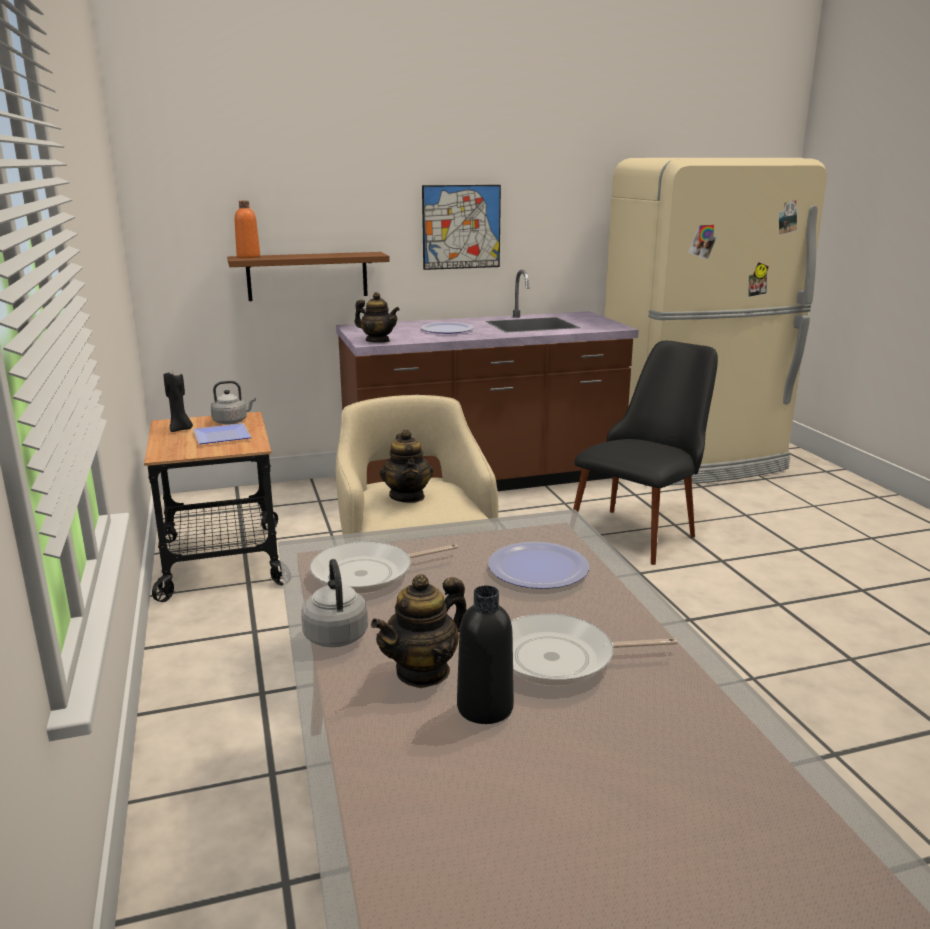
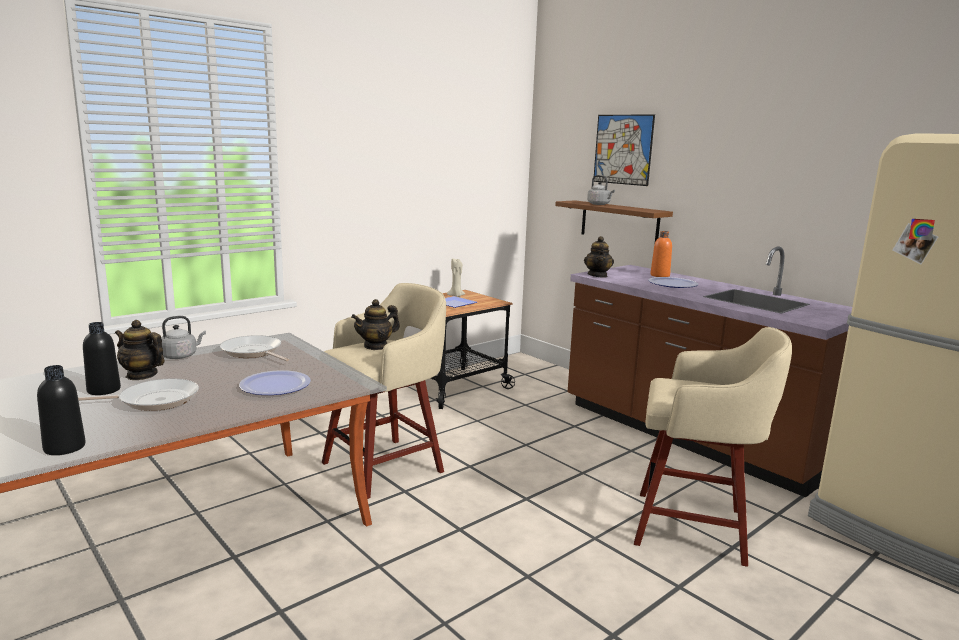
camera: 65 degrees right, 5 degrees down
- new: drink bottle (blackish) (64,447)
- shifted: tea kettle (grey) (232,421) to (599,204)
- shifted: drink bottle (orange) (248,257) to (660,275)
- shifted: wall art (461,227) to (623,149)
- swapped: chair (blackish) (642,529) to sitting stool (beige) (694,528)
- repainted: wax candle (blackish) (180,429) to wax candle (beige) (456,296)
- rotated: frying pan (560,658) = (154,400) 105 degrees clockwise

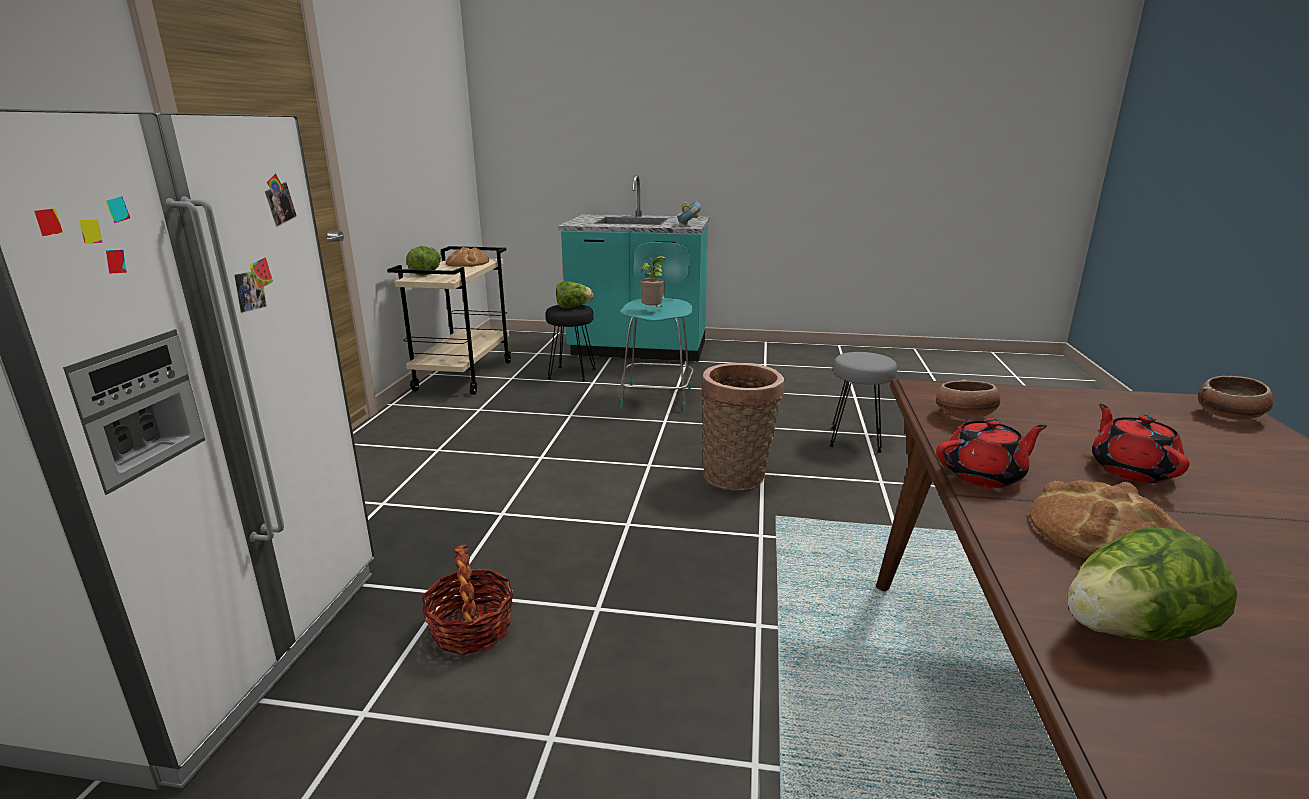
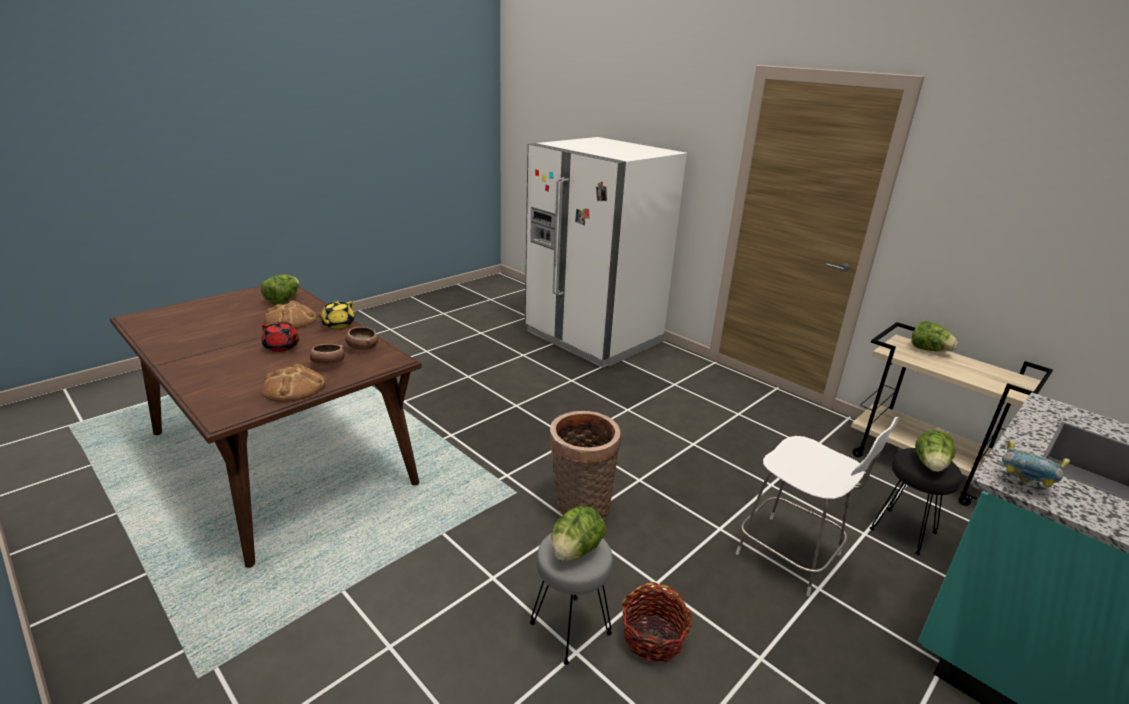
camera: 125 degrees right, 5 degrees up
- gone: houseplant (653,310)
- new: lettuce (575,551)
- shifted: storage basket (471,629) to (653,637)
- shifted: bakery bread (467,263) to (294,387)
- shifted: deep dish (1229,416) to (328,365)
- repainted: sitting stool (turquoise-coloured) (657,397) to sitting stool (white) (792,556)
- repainted: teapot (red) (984,475) to teapot (yellow) (338,324)

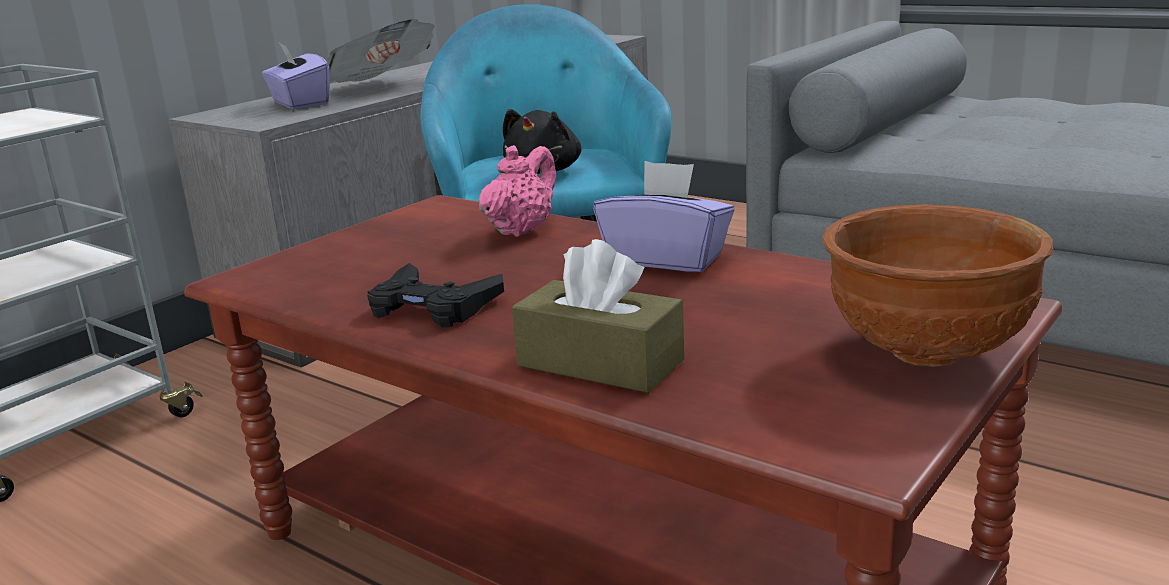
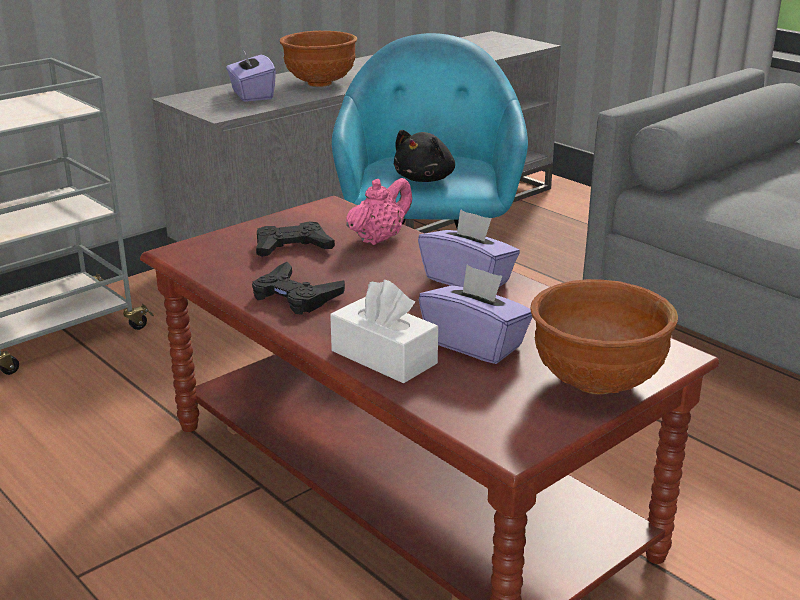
camera: 10 degrees right, 5 degrees up
- new: game controller (blackish) (292,247)
- new: tissue holder (purple-coloured) (475,344)
- swapped: printed paper (382,87) to deep dish (brown-coloured) (319,83)
- repainted: tissue holder (brown-coloured) (600,363) to tissue holder (white) (384,357)

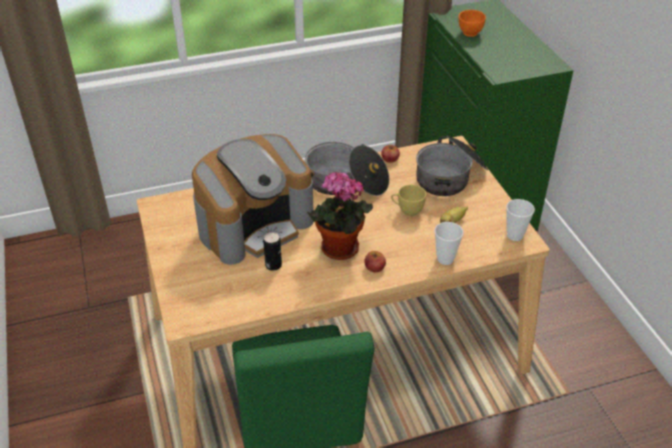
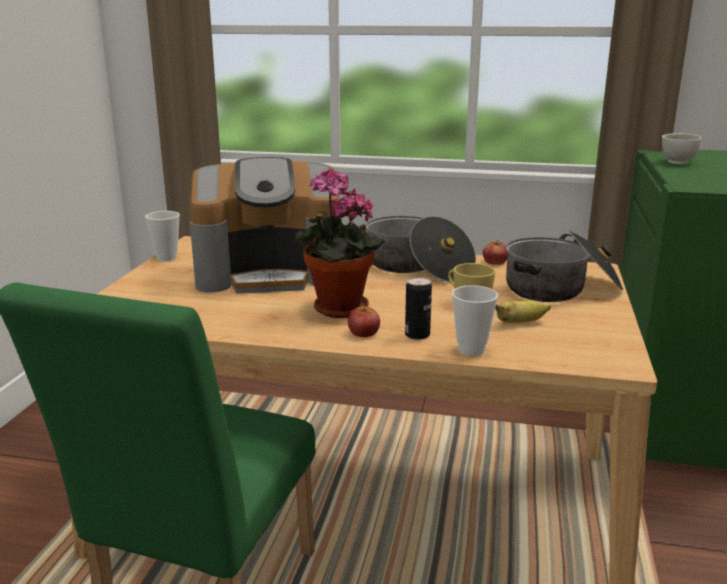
camera: 30 degrees right, 20 degrees down
- shifted: sealed can (273,265) to (417,335)
- shifted: cup (515,235) to (166,258)
- repainted: deep dish (orange) (470,33) to deep dish (white) (677,162)

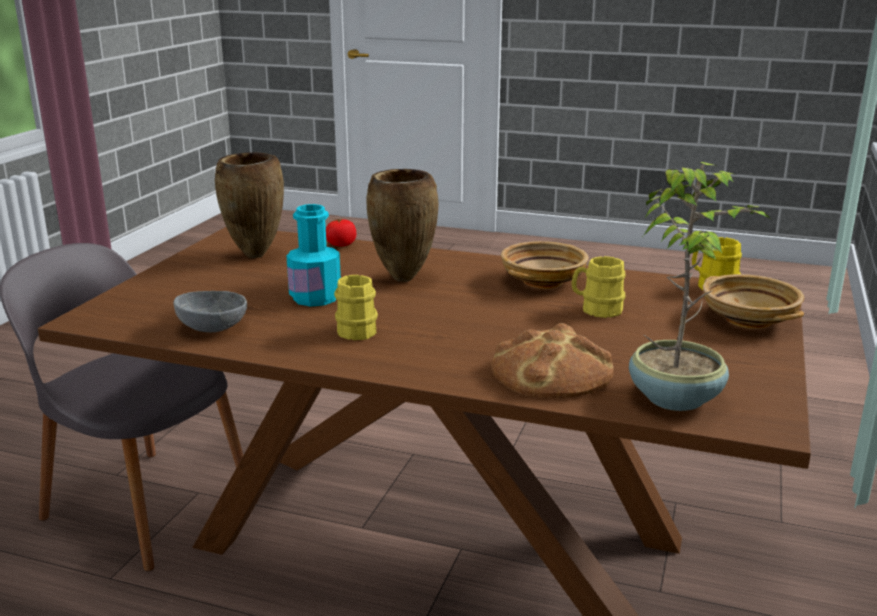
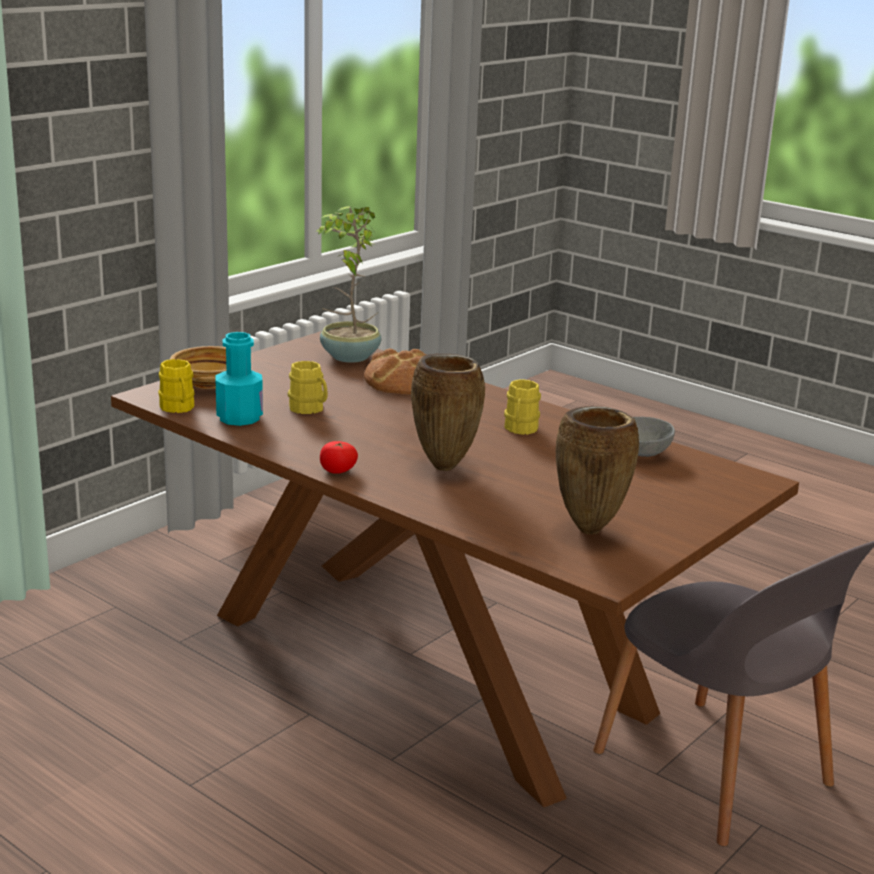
camera: 160 degrees left, 0 degrees up
- gone: deep dish (beige) (543,281)
- shifted: drink bottle (turquoise-coloured) (315,298) to (239,418)
- shifted: tomato (341,245) to (338,471)

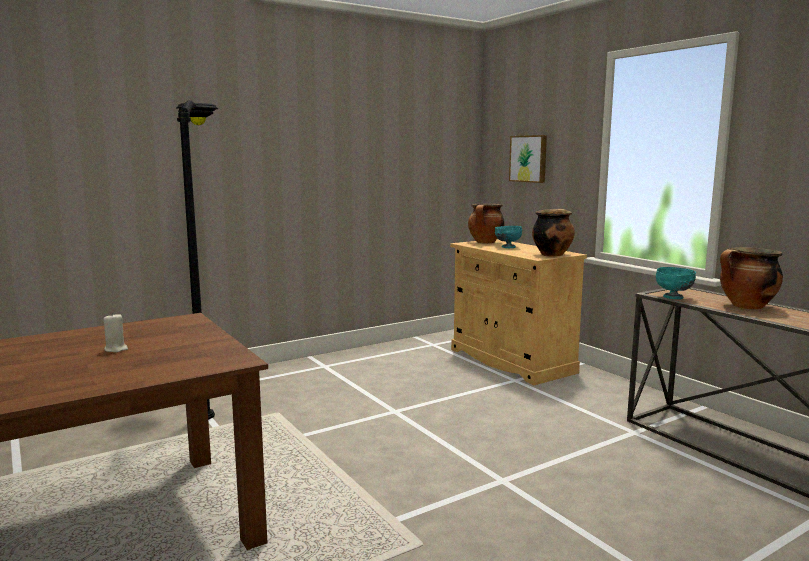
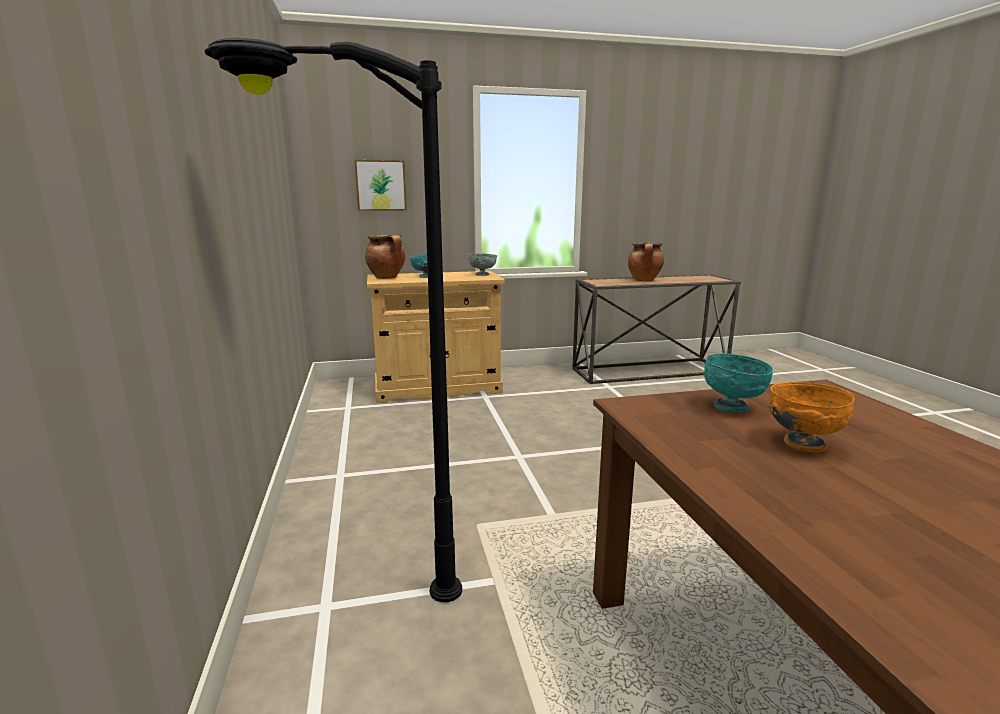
camera: 70 degrees left, 5 degrees up
- shifted: deep dish (turquoise-coloured) (673,297) to (732,406)
- swapped: wax candle (beige) (116,349) to deep dish (orange) (802,444)
- swapped: cooking pot (552,254) to deep dish (grey) (482,274)

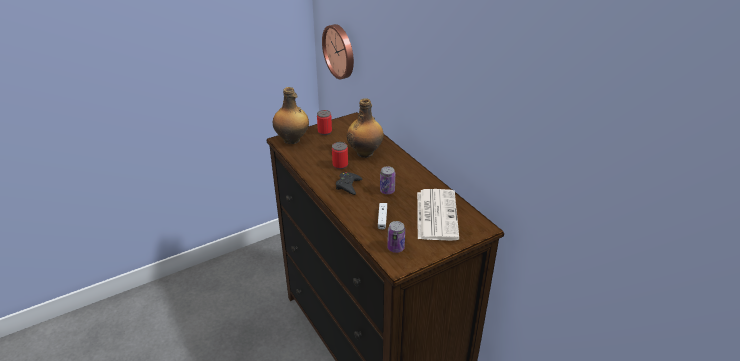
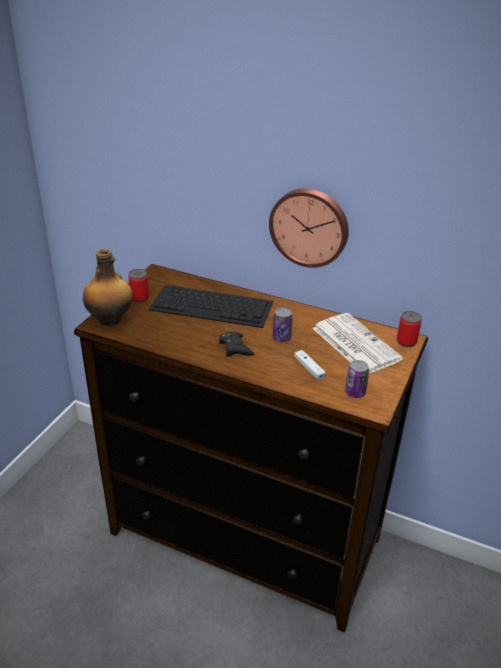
camera: 35 degrees left, 0 degrees up
- shifted: wall clock (340,51) to (309,226)
- shifted: sealed can (340,165) to (406,341)
- swapped: drink bottle (365,152) to computer keyboard (213,305)

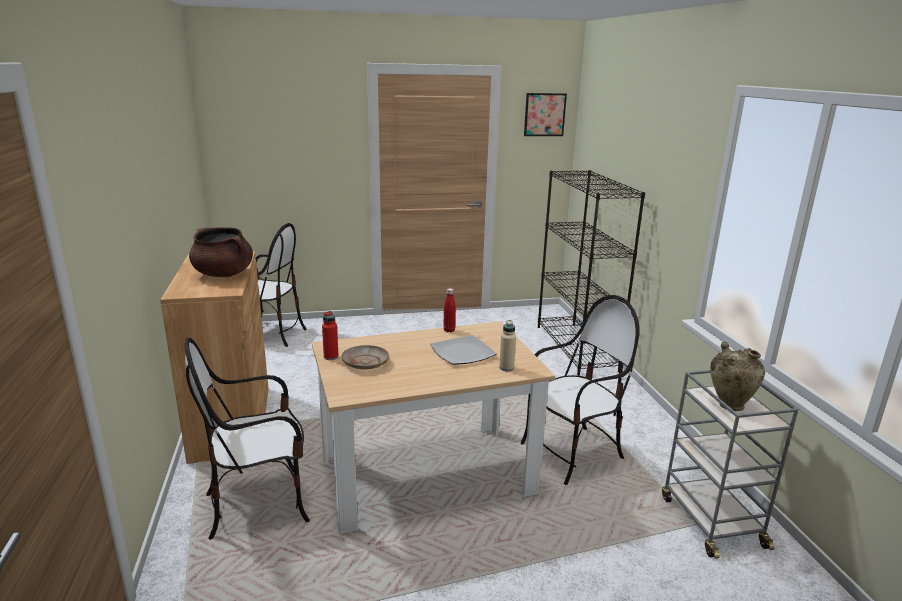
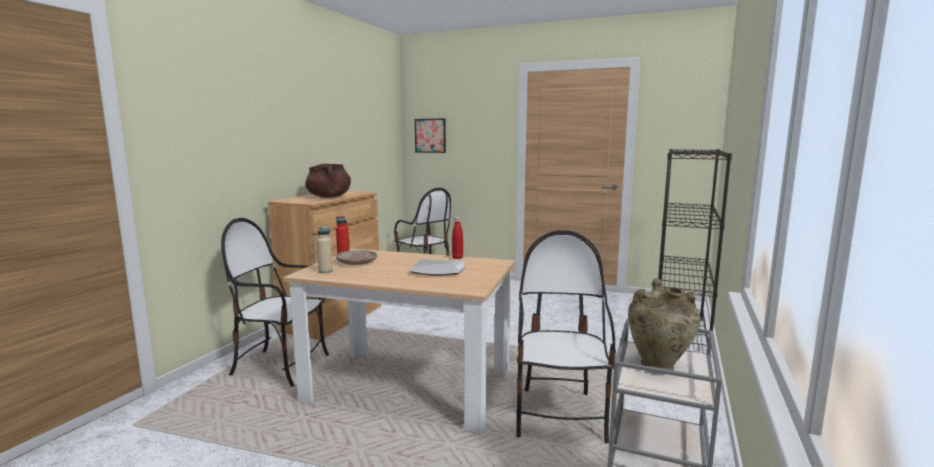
camera: 35 degrees right, 10 degrees down
- shifted: drink bottle (beige) (506,368) to (325,271)
- shifted: wall art (544,114) to (430,135)
- rotated: chair (572,454) = (559,416) 90 degrees counterclockwise

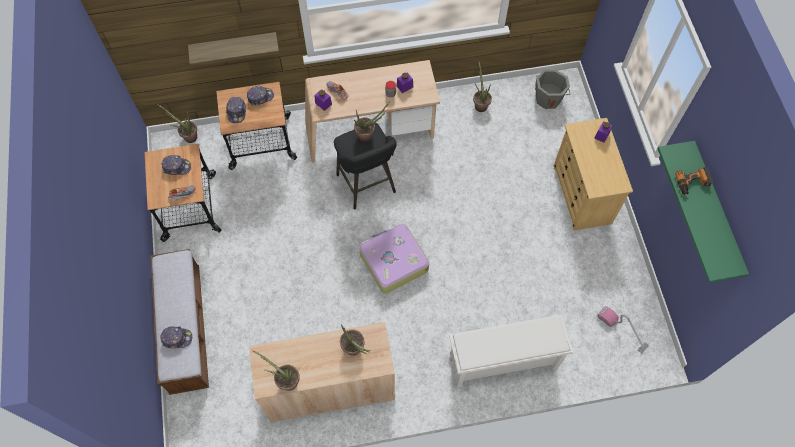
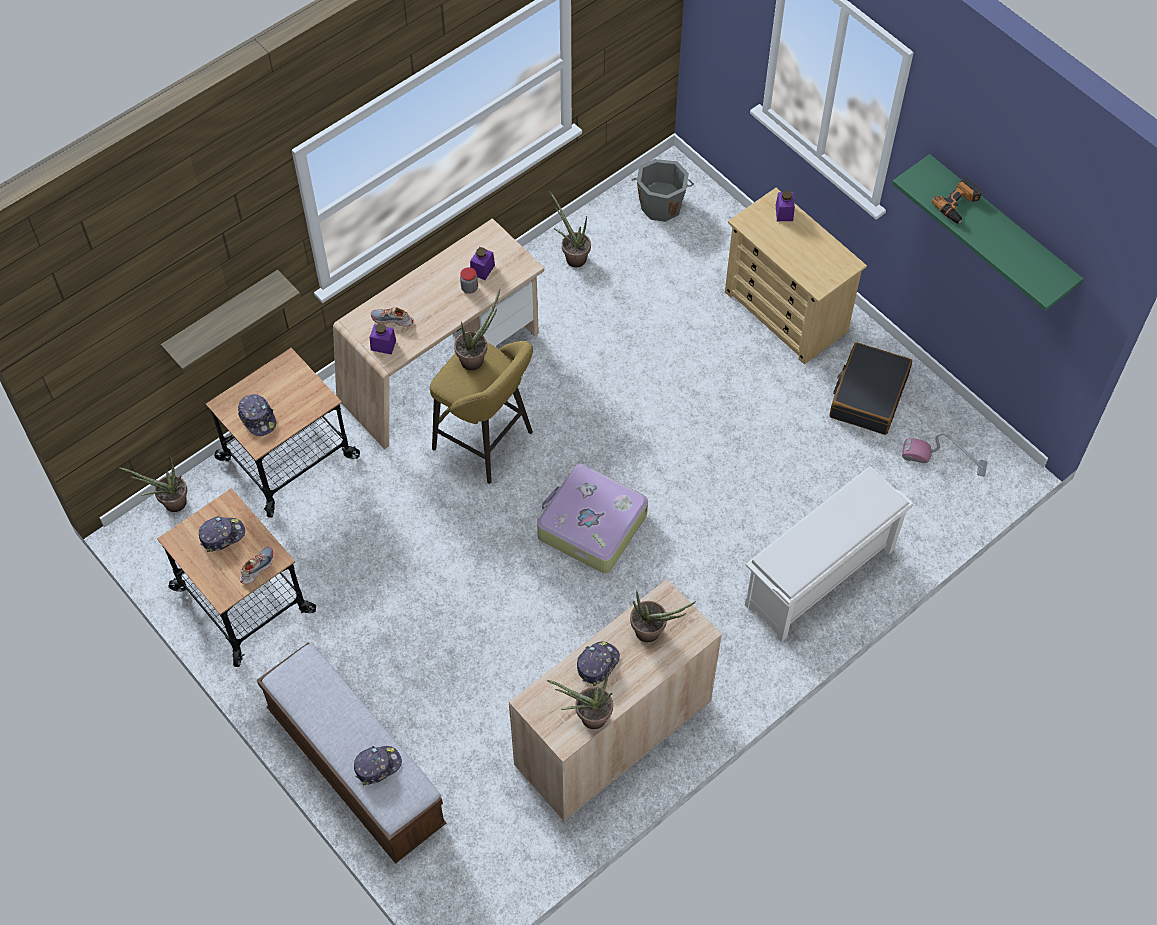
camera: 30 degrees left, 5 degrees down
- new: travel case (blackish) (868,396)
- shifted: cap (260,97) to (597,664)
- repainted: sitting stool (blackish) (367,186) to sitting stool (yellow) (487,443)

